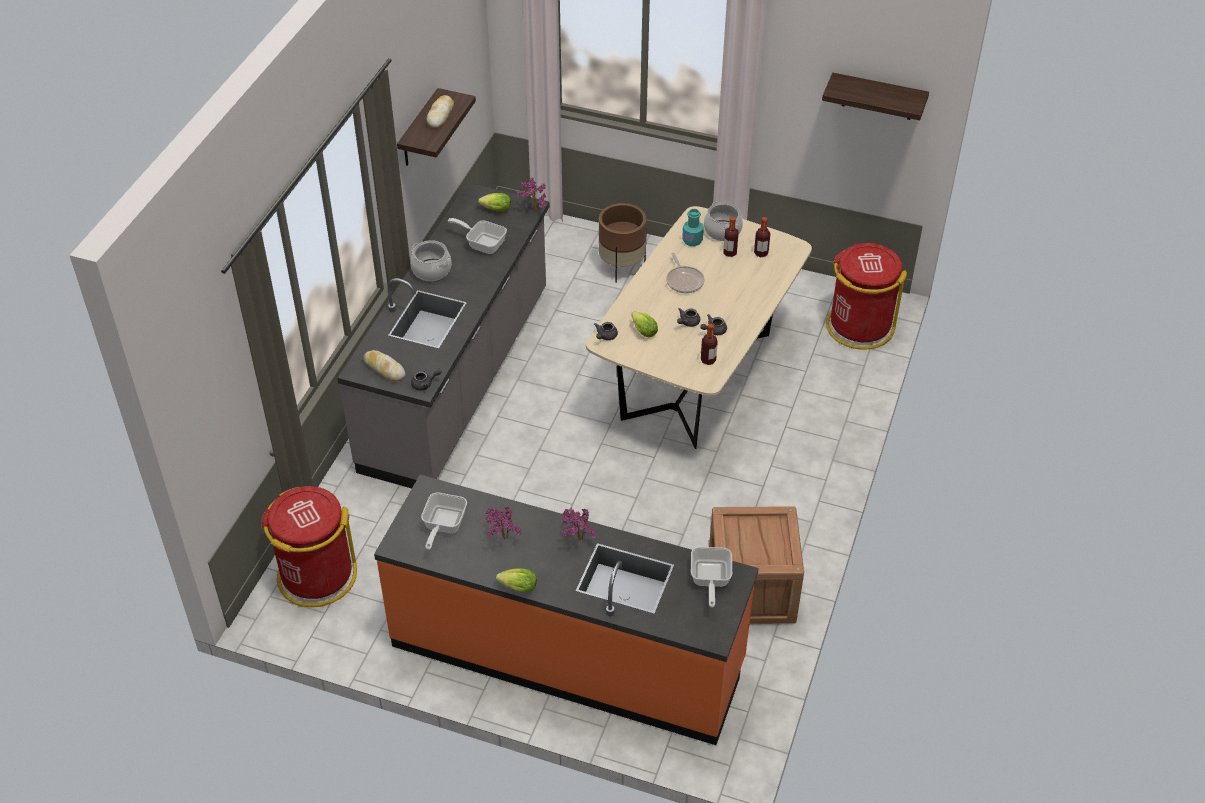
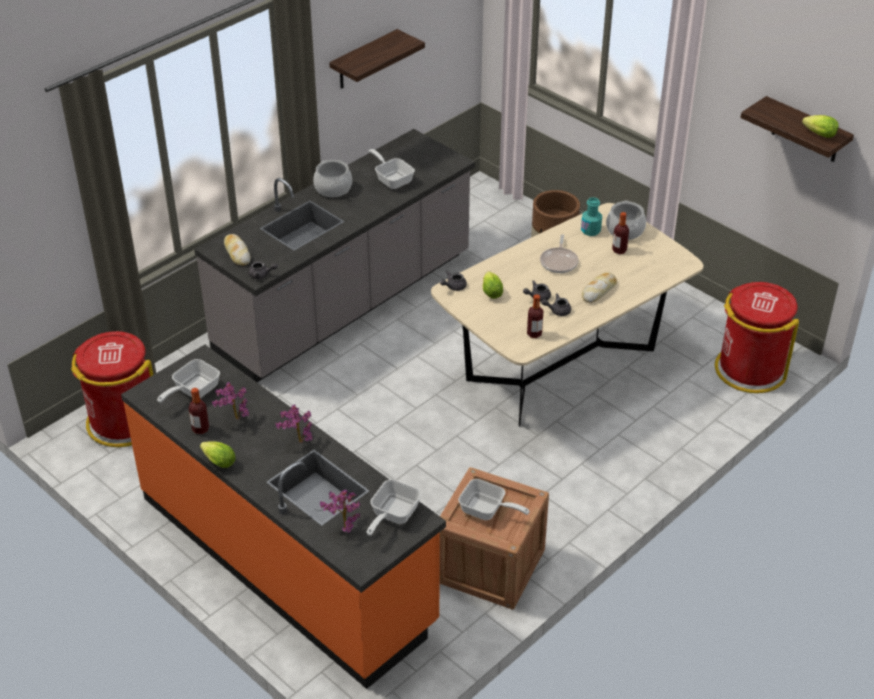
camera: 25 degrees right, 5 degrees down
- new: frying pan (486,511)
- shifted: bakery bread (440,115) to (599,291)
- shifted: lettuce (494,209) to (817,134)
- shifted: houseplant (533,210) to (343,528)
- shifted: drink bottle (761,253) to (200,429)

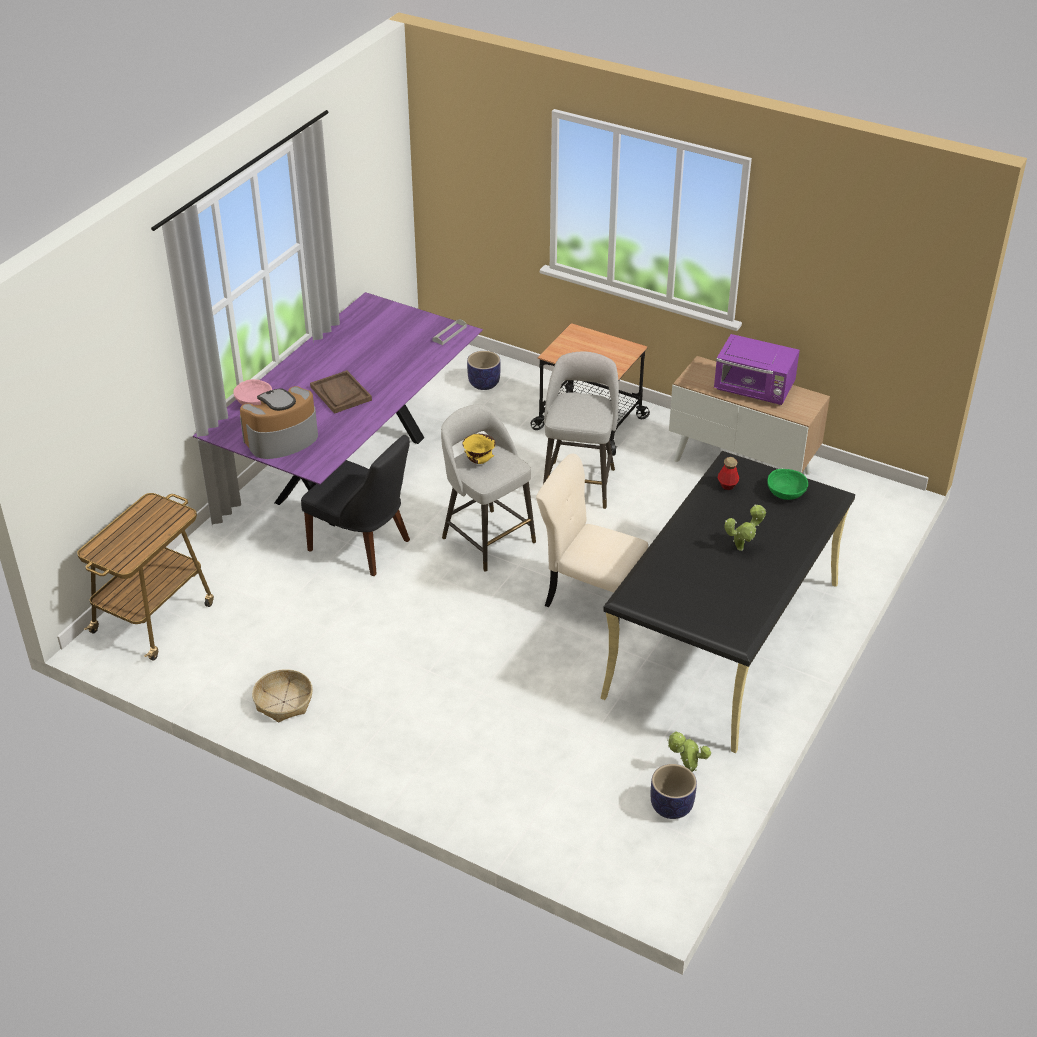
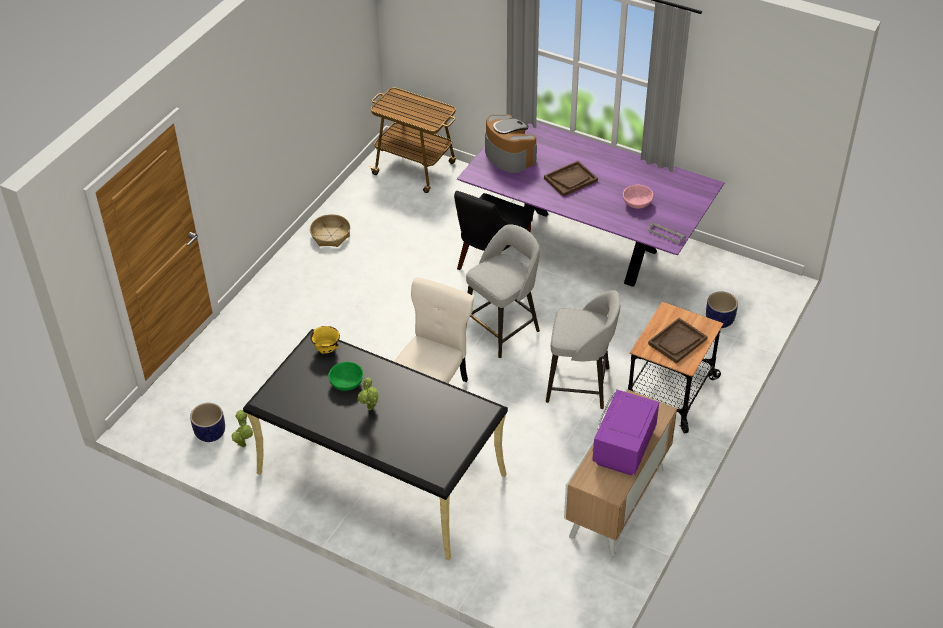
camera: 90 degrees right, 5 degrees up
- gone: drink bottle (727,485)
- new: carrying tray (brown-coloured) (677,342)
- shifted: deep dish (pinkish) (254,401) to (637,203)
- shifted: deep dish (yellow) (479,461) to (327,349)
- shifted: deep dish (greenish) (785,492) to (347,383)

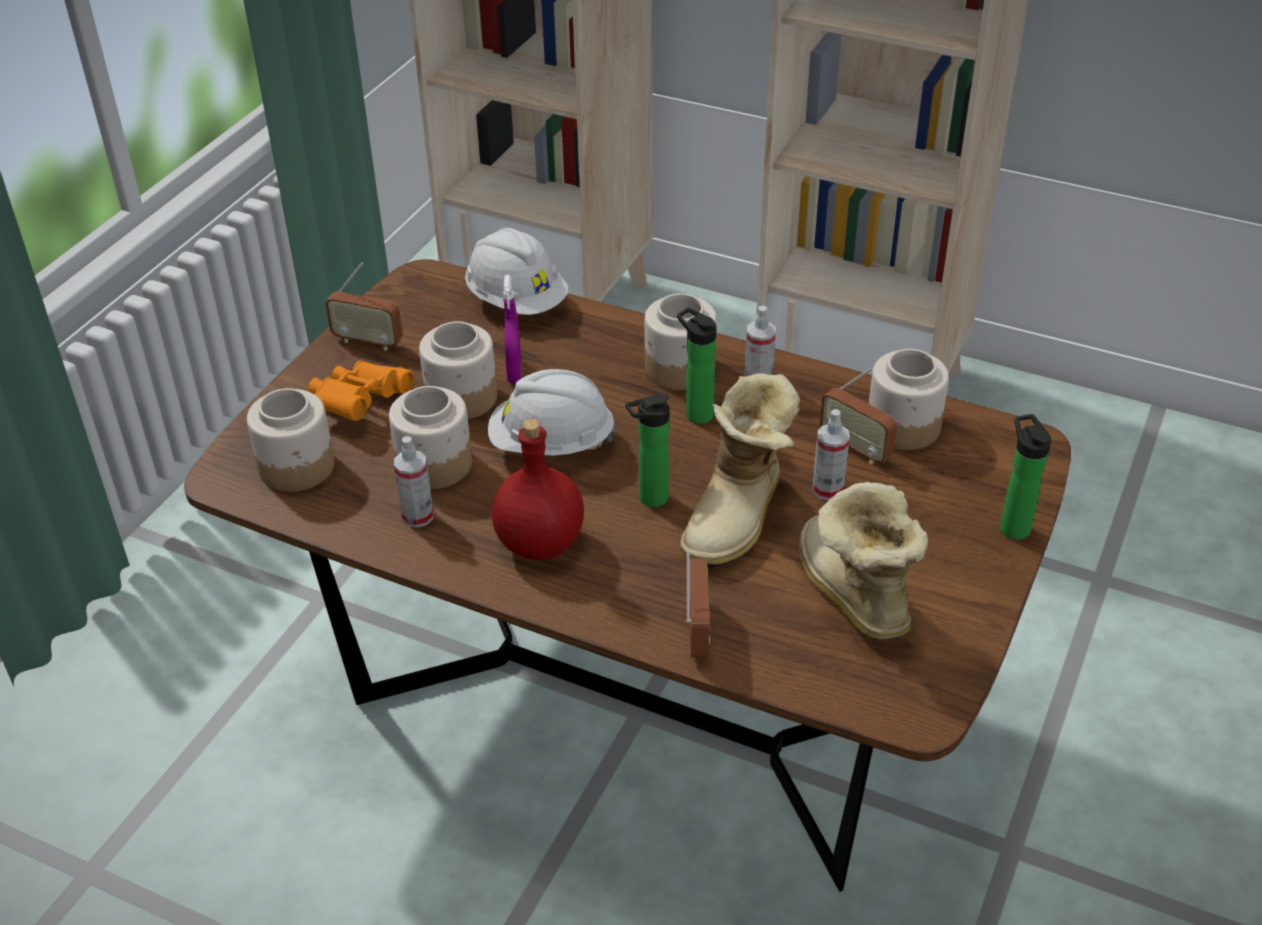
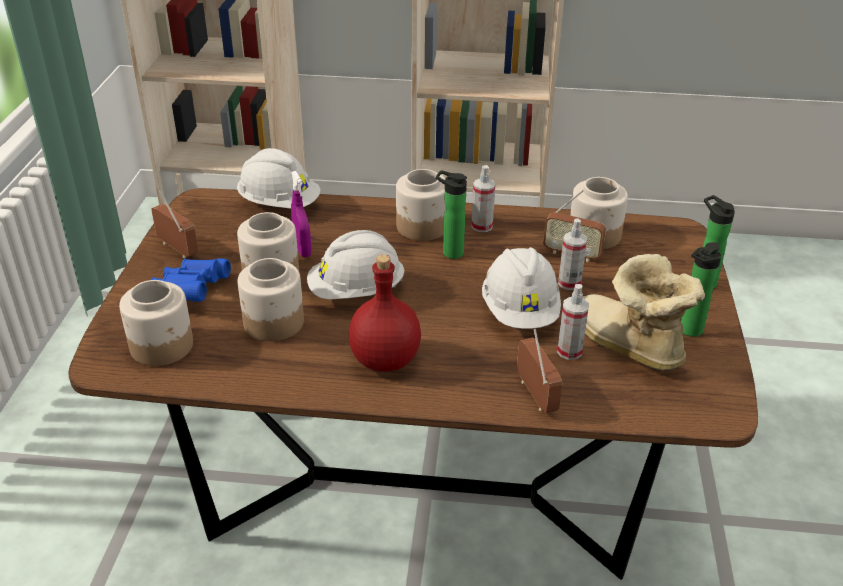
camera: 20 degrees left, 5 degrees down
- shifted: hand sprayer (418,516) to (569,351)
- shifted: drink bottle (649,499) to (689,331)
- swapped: boot (740,516) to safety helmet (white) (520,312)
- repainted: field glasses (orange) (359,403) to field glasses (bluish) (191,292)
- rotated: radio (368,341) = (177,249) 135 degrees counterclockwise

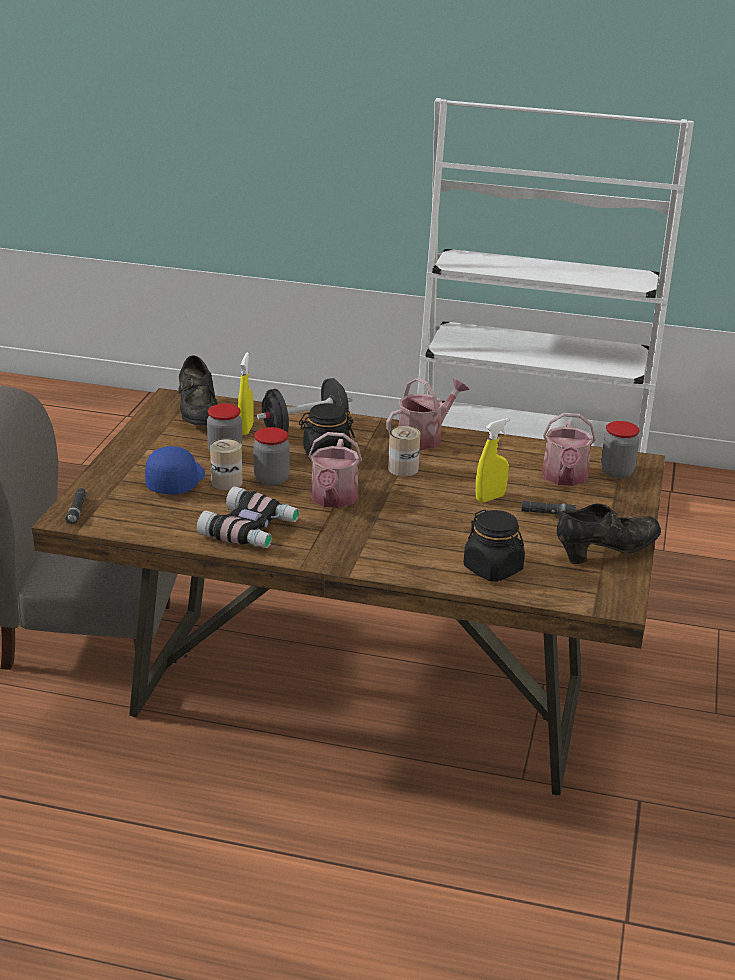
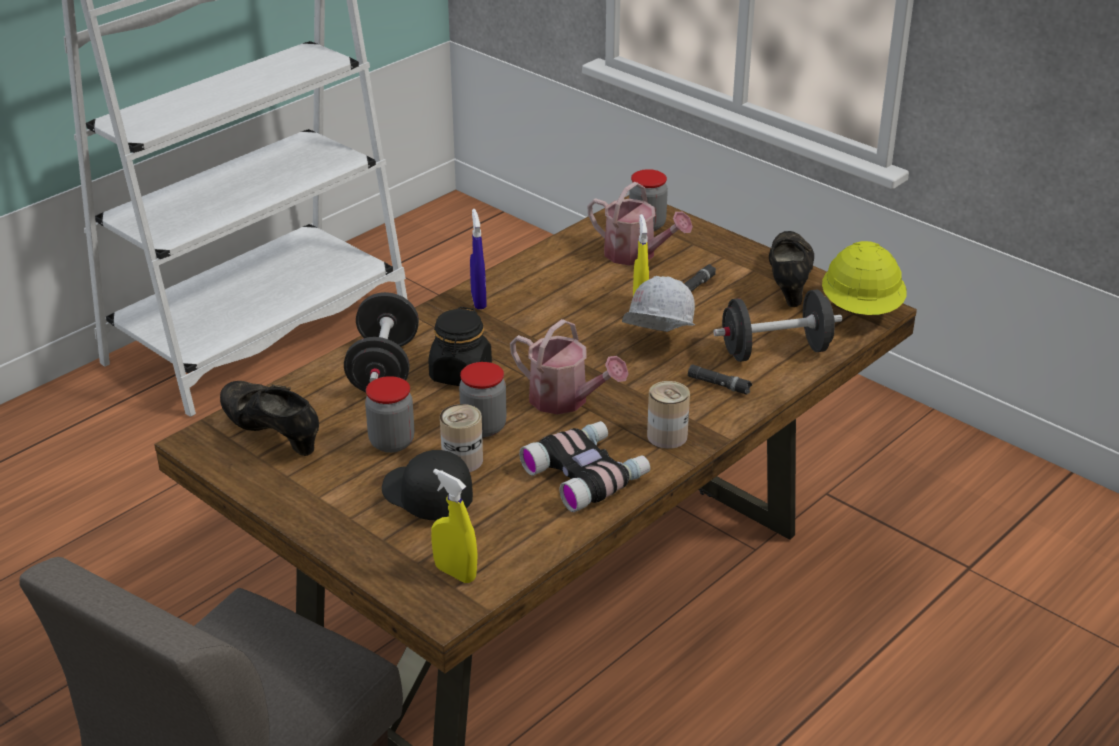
camera: 60 degrees left, 5 degrees up
- new: safety helmet (white) (656,346)
- new: safety helmet (yellow) (861,310)
- shifted: torch (blackish) (76,511) to (719,385)
- shifted: hand sprayer (yellow) (246,429) to (455,573)
- shifted: sealed can (403,469) to (667,436)
- swapped: sprinkling can (424,437) to hand sprayer (bluish) (478,301)
- swapped: jar (blackish) (493,569) to hand weight (blackish) (775,351)
- repainted: cap (bluish) (175,481) to cap (blackish) (425,497)
- rotated: item of footwear (blackish) (198,416) = (272,435) 150 degrees counterclockwise

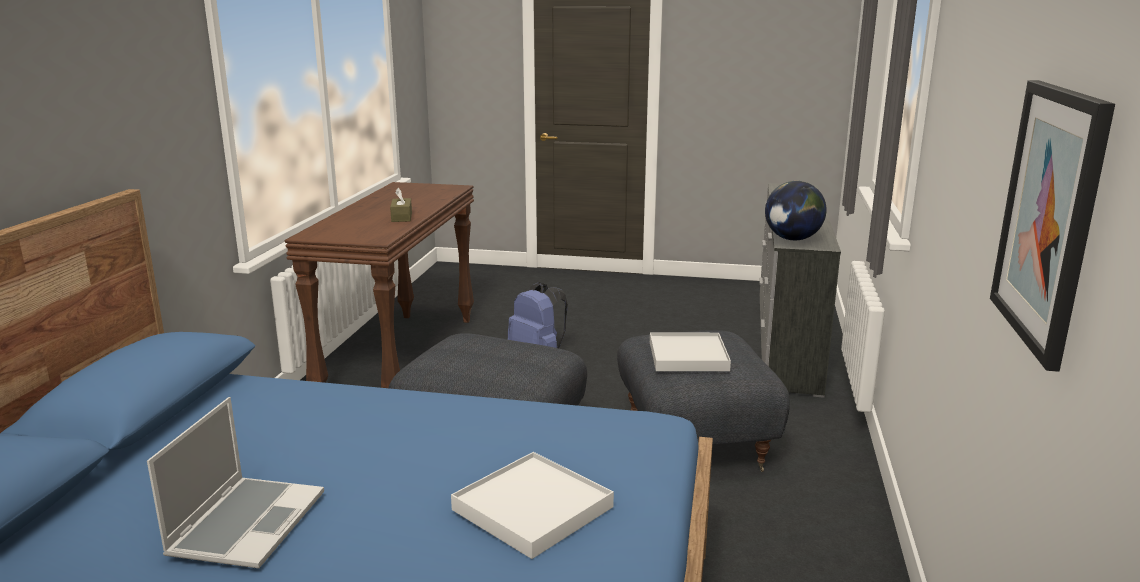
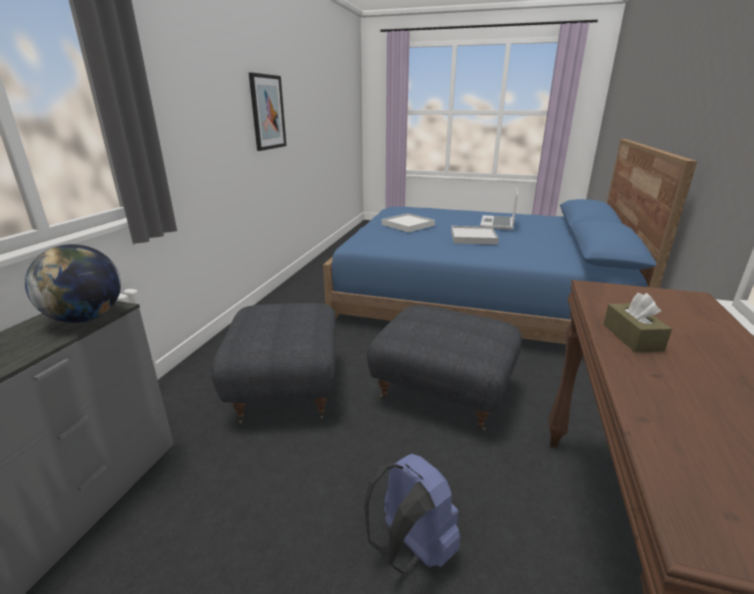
camera: 175 degrees left, 5 degrees up
- shifted: carrying tray (white) (688,356) to (473,237)

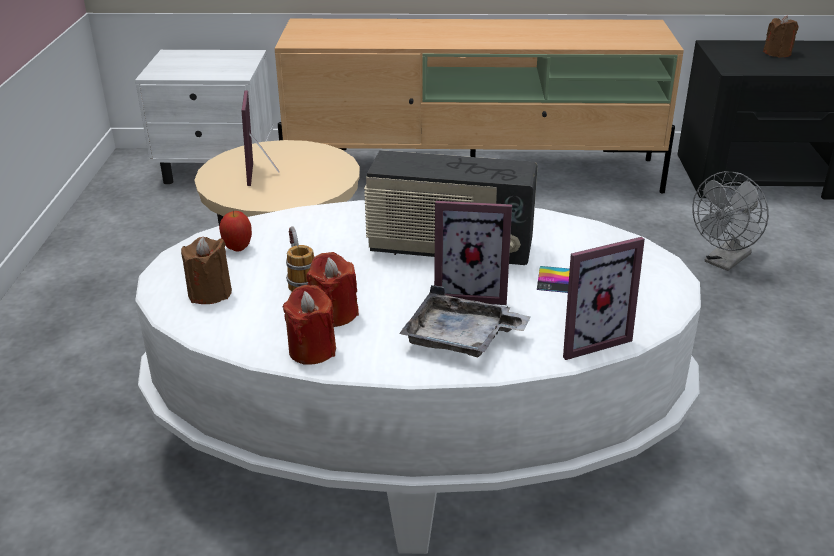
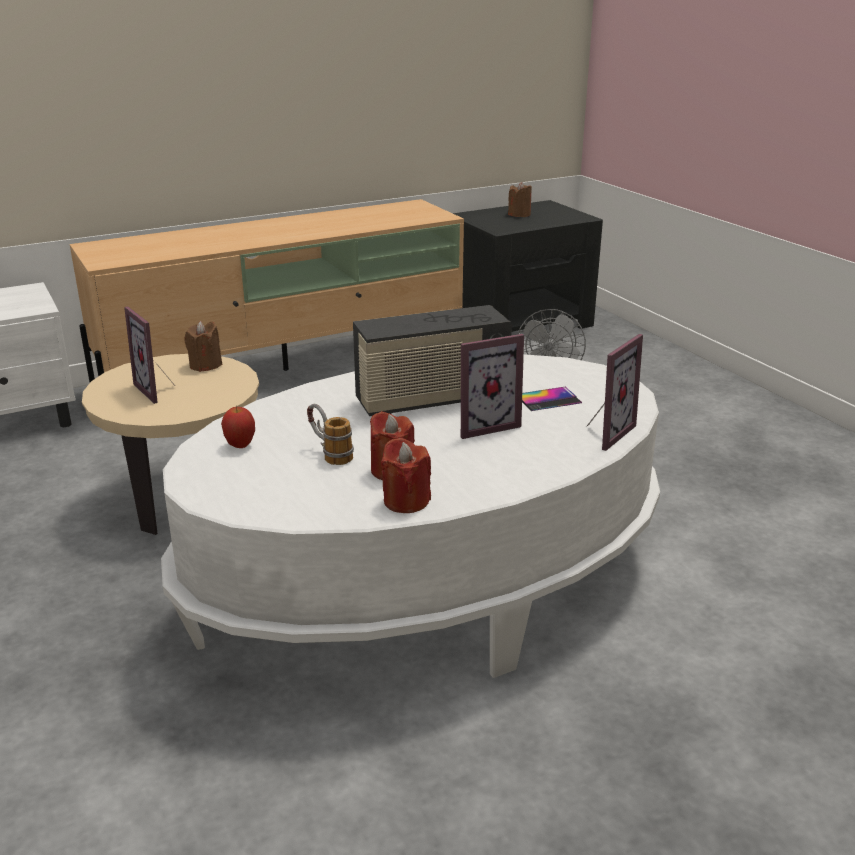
camera: 30 degrees left, 5 degrees down
- gone: carrying tray (grey) (461,339)
- shifted: wax candle (brown-coloured) (210,293) to (205,365)

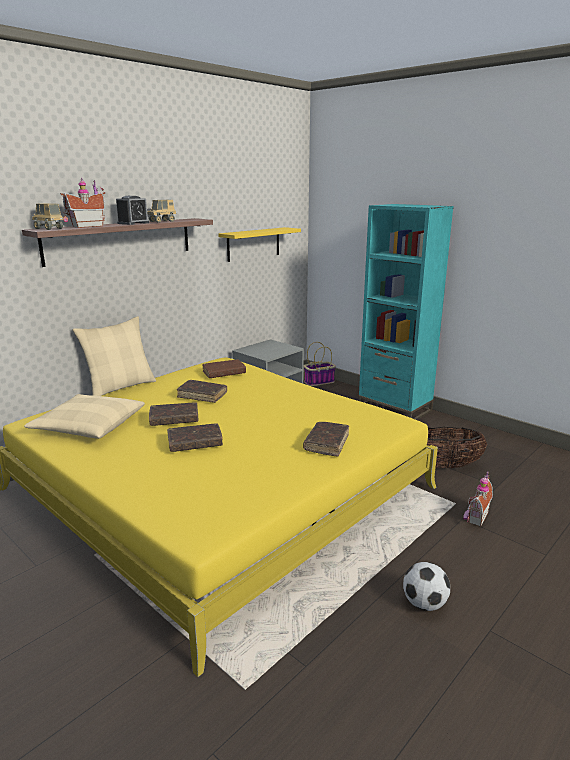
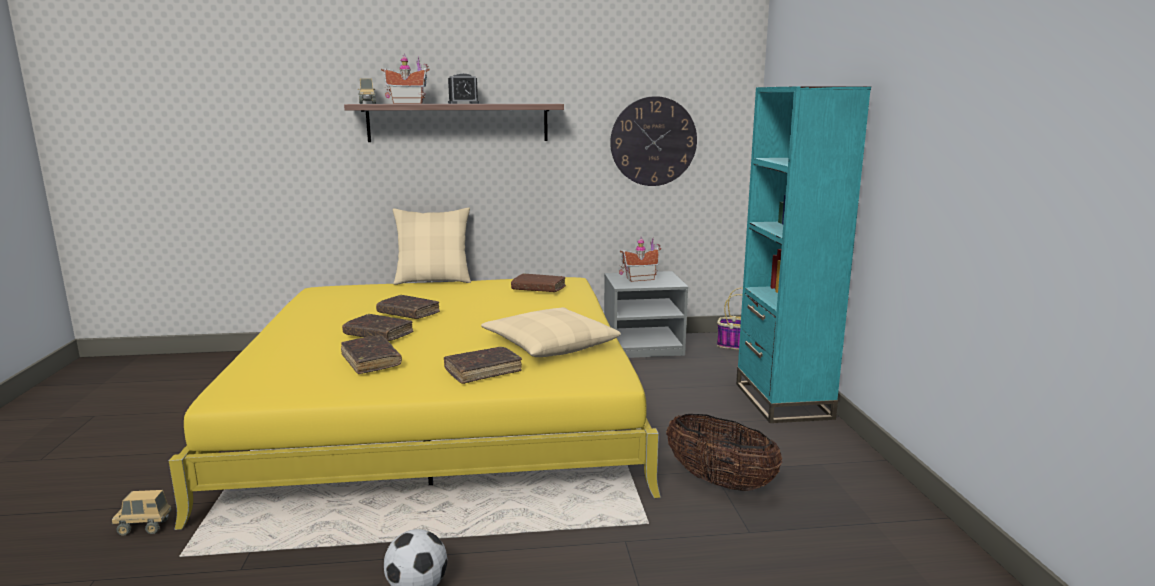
camera: 40 degrees right, 5 degrees down
- shifted: cushion (beige) (89,426) to (550,344)
- shifted: toy lorry (162,221) to (144,528)
- shifted: volume (brown-coloured) (202,395) to (371,361)
- shifted: toy house (475,517) to (639,278)
- swapped: wall shelf (yellow) (253,244) to wall clock (653,141)

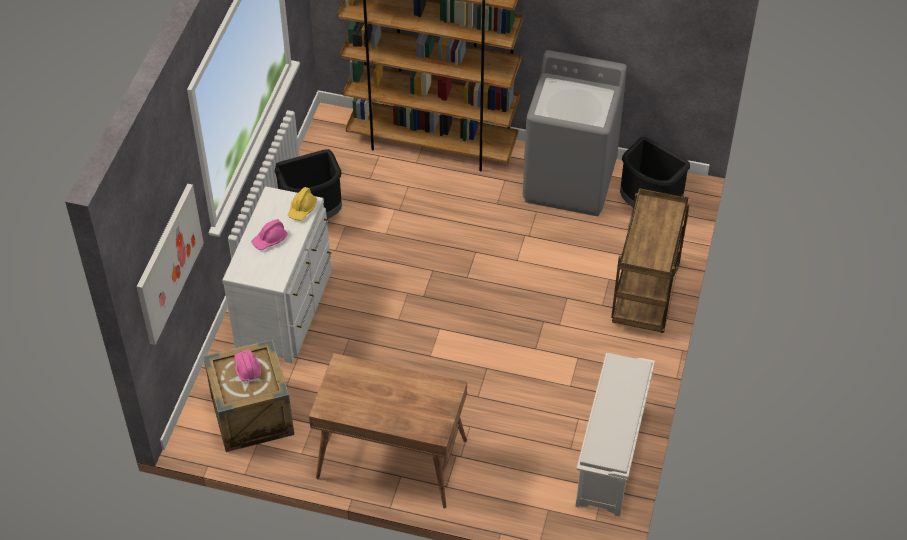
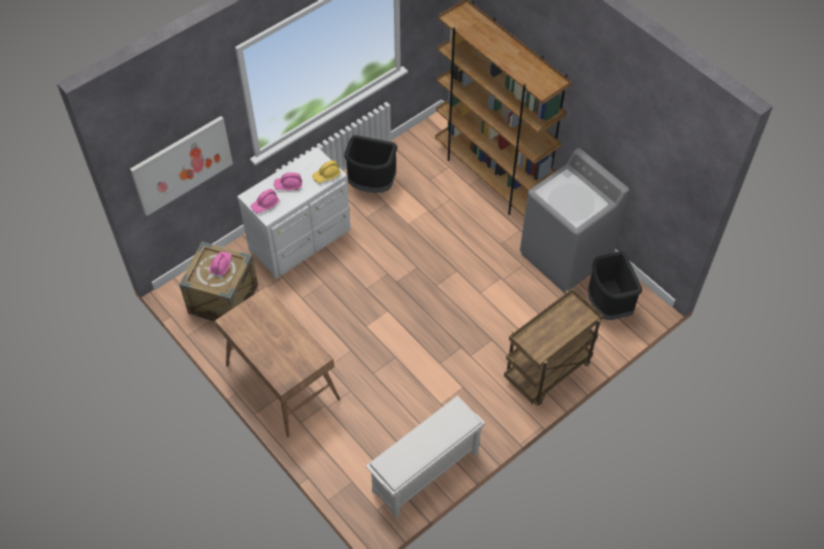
camera: 35 degrees right, 5 degrees up
- new: safety helmet (pinkish) (265,204)

